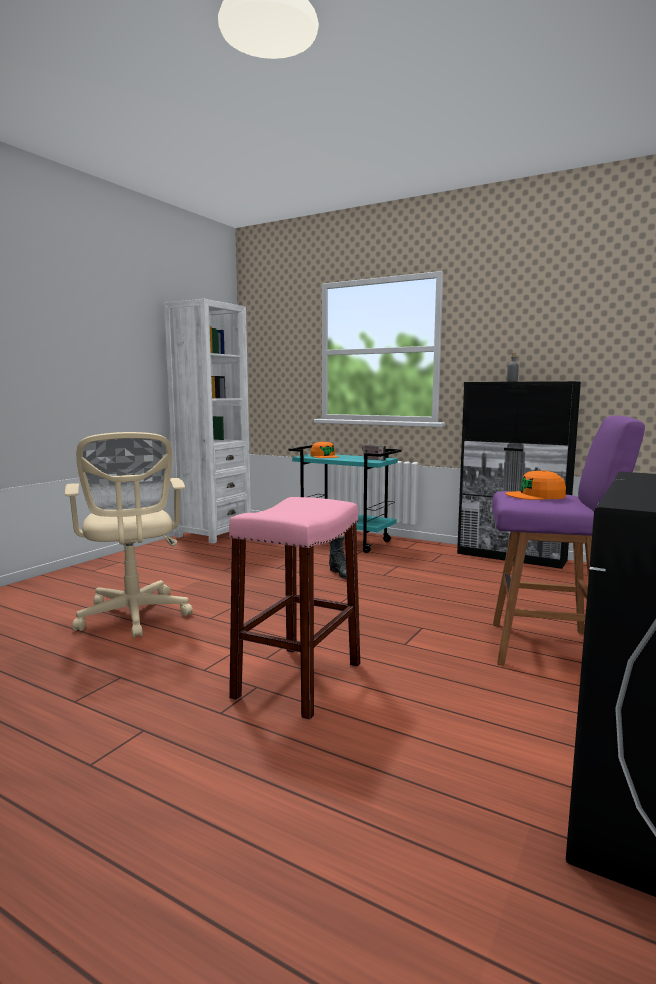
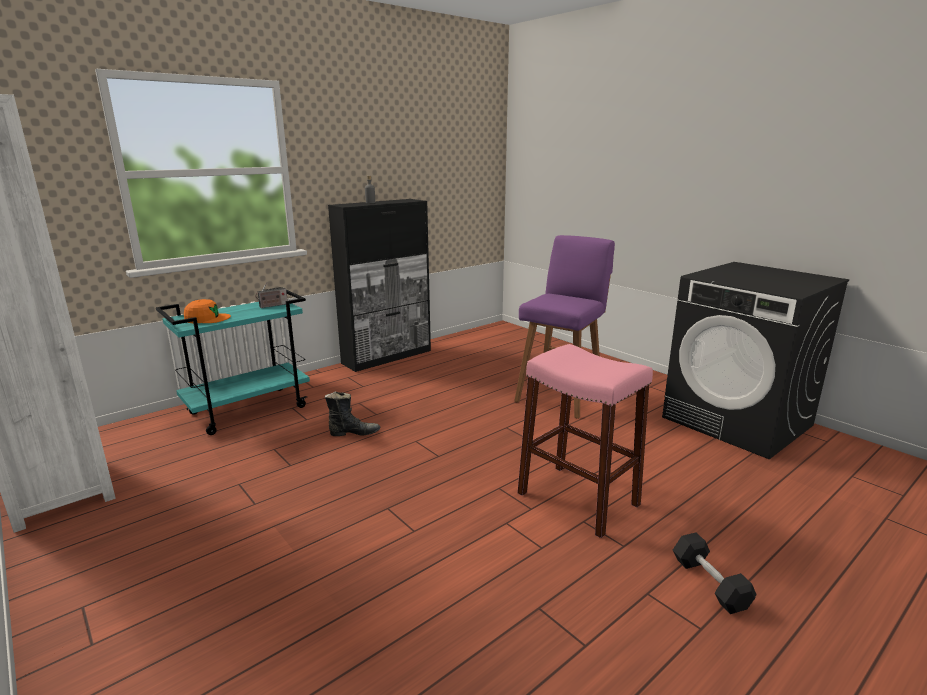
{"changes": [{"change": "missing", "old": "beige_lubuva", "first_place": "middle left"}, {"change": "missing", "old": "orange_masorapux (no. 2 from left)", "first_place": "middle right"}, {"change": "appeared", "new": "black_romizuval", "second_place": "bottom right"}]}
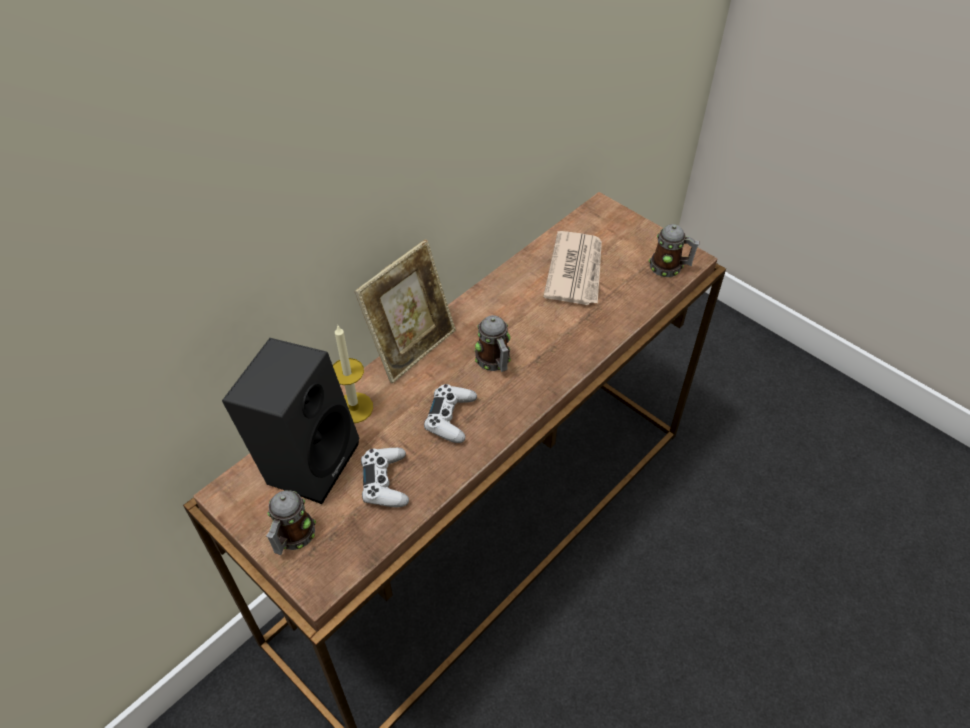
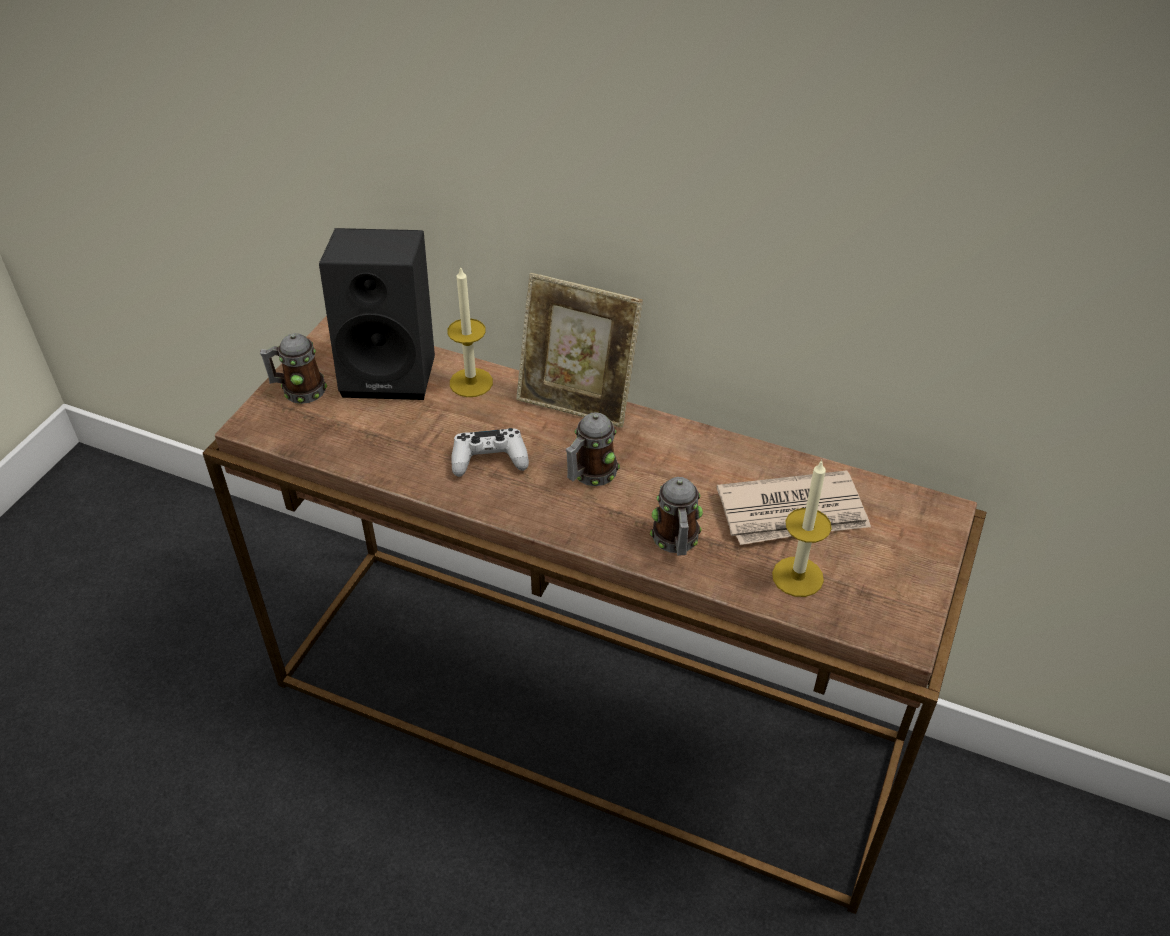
{"changes": [{"change": "relocated", "old": "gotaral (no. 3 from left)", "first_place": "middle right", "second_place": "centre"}, {"change": "missing", "old": "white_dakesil (no. 1 from left)", "first_place": "centre"}, {"change": "appeared", "new": "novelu (no. 2 from left)", "second_place": "middle right"}]}
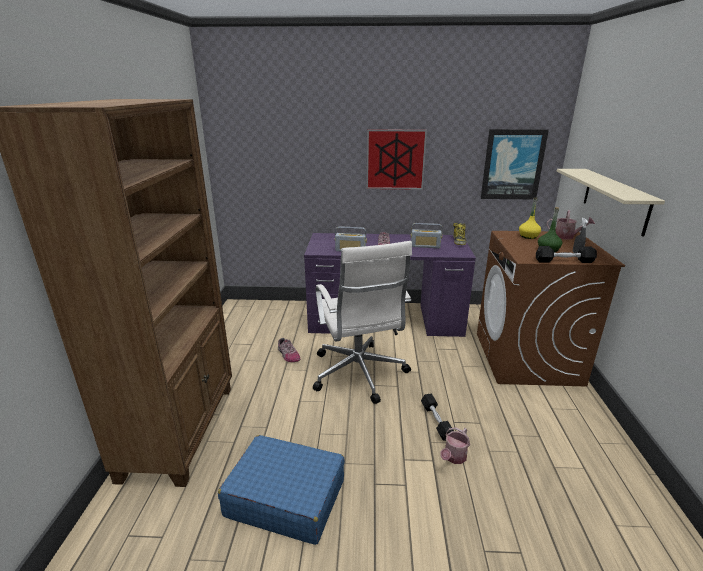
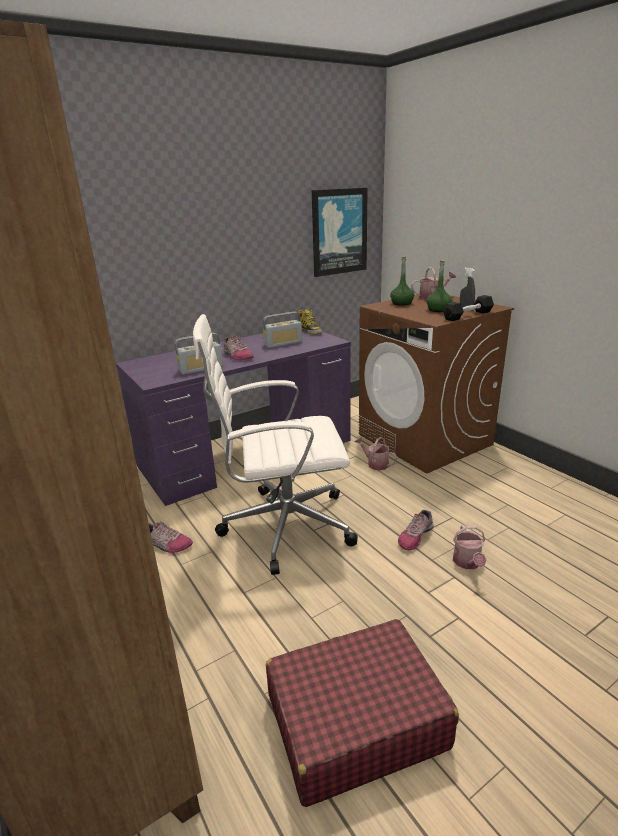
{"changes": [{"change": "missing", "old": "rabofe (no. 1 from left)", "first_place": "top centre"}, {"change": "missing", "old": "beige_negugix", "first_place": "middle right"}, {"change": "colour", "old": "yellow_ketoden", "new": "green_ketoden (no. 1 from left)", "first_place": "middle right", "second_place": "centre"}, {"change": "spun", "old": "white_lubuva", "first_place": "centre", "second_place": "centre", "degrees": 135}, {"change": "exchanged", "old": "black_romizuval (no. 1 from left)", "new": "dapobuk (no. 3 from left)", "first_place": "bottom centre", "second_place": "middle right"}, {"change": "colour", "old": "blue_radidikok", "new": "red_radidikok", "first_place": "bottom centre", "second_place": "bottom centre"}, {"change": "appeared", "new": "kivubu (no. 1 from left)", "second_place": "centre"}]}
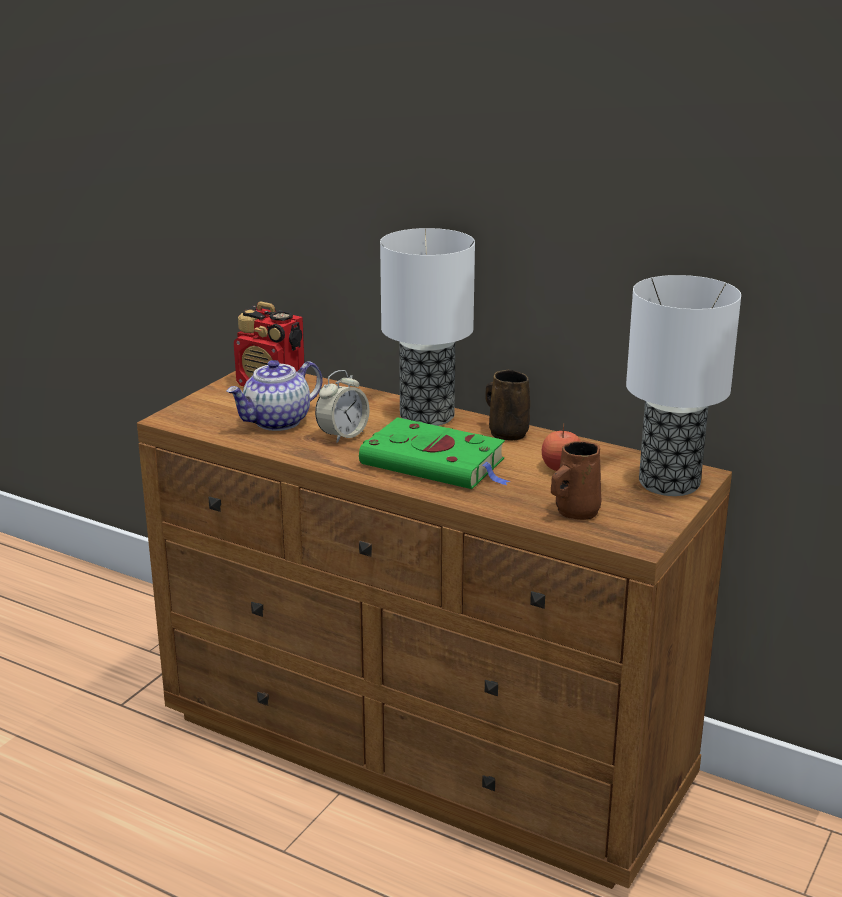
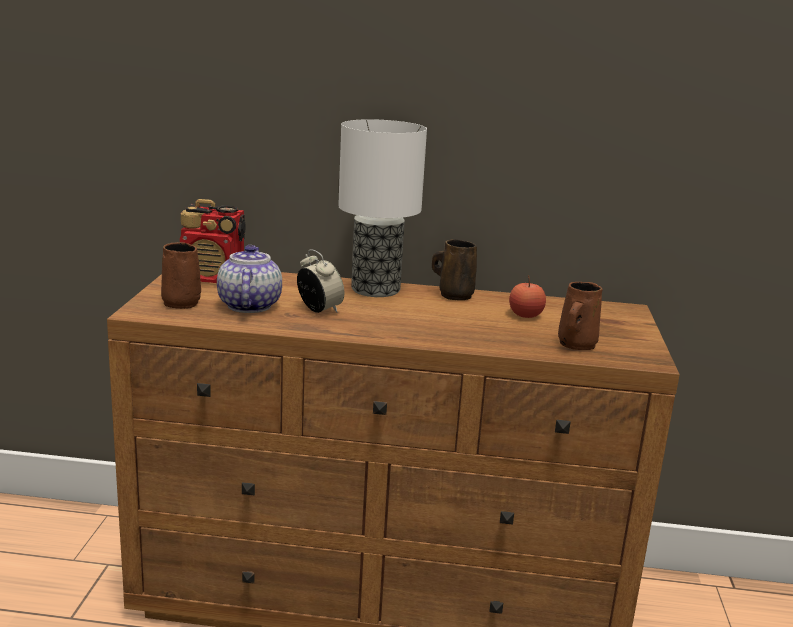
{"changes": [{"change": "missing", "old": "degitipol (no. 2 from left)", "first_place": "middle right"}, {"change": "spun", "old": "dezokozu", "first_place": "middle left", "second_place": "middle left", "degrees": 150}, {"change": "spun", "old": "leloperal", "first_place": "centre", "second_place": "centre", "degrees": -60}, {"change": "missing", "old": "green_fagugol", "first_place": "centre"}, {"change": "appeared", "new": "brown_gotaral (no. 1 from left)", "second_place": "middle left"}]}
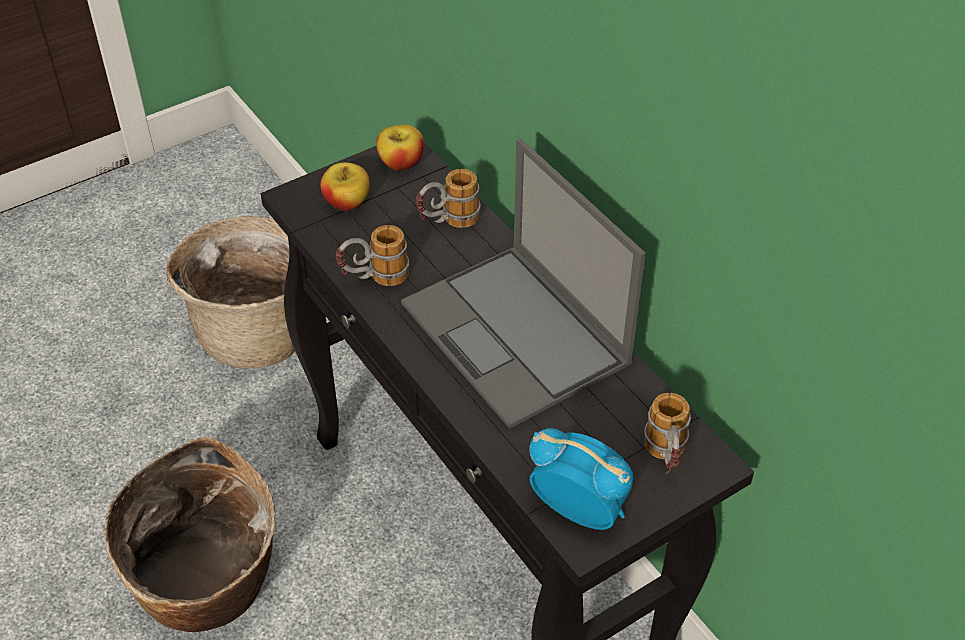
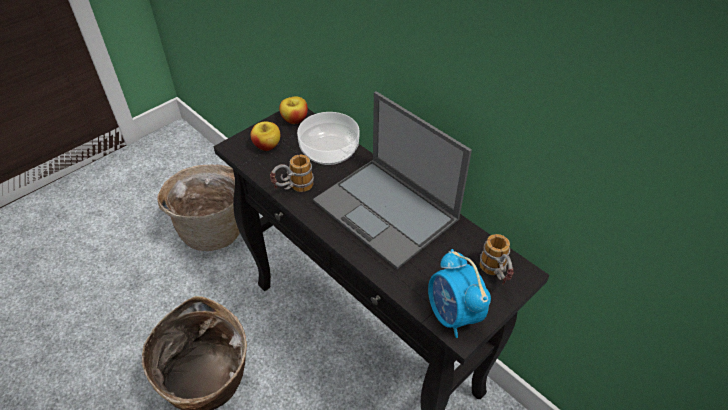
{"changes": [{"change": "exchanged", "old": "gotaral (no. 2 from left)", "new": "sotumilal", "first_place": "top centre", "second_place": "centre"}, {"change": "spun", "old": "leloperal", "first_place": "bottom centre", "second_place": "bottom centre", "degrees": -135}]}
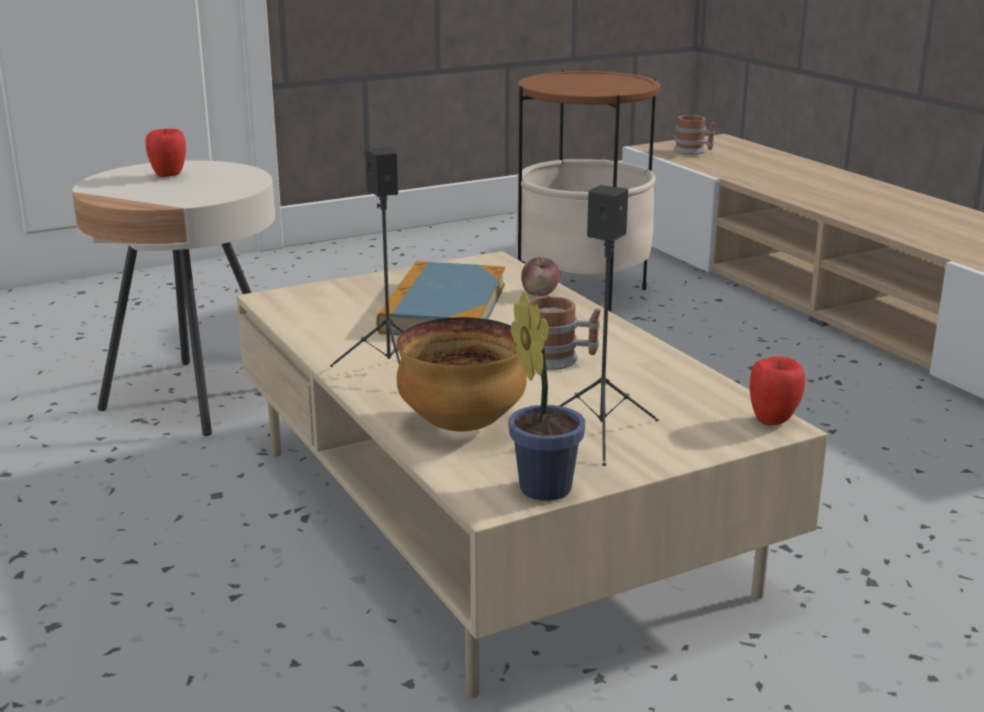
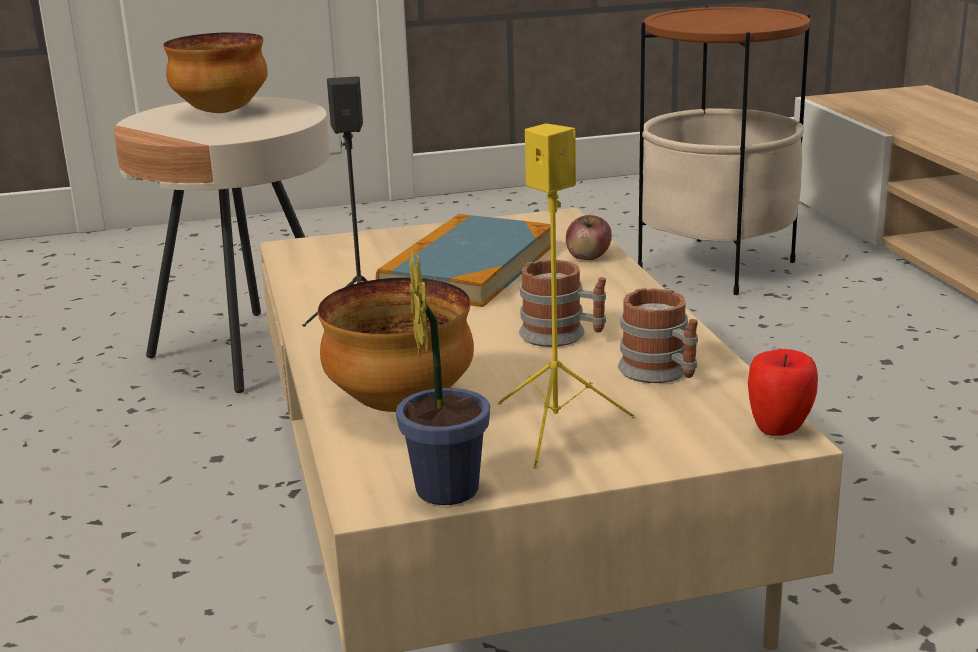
{"changes": [{"change": "relocated", "old": "gotaral (no. 2 from left)", "first_place": "top right", "second_place": "middle right"}, {"change": "exchanged", "old": "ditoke (no. 1 from left)", "new": "sotumilal (no. 1 from left)", "first_place": "top left", "second_place": "top left"}, {"change": "colour", "old": "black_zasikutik (no. 2 from left)", "new": "yellow_zasikutik", "first_place": "centre", "second_place": "centre"}]}
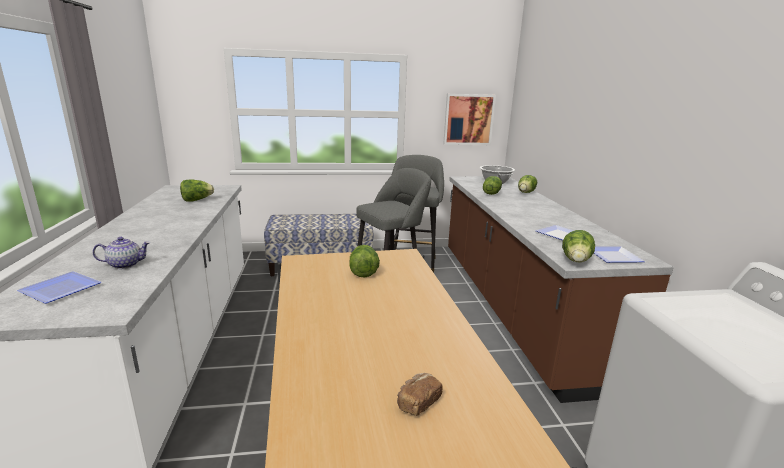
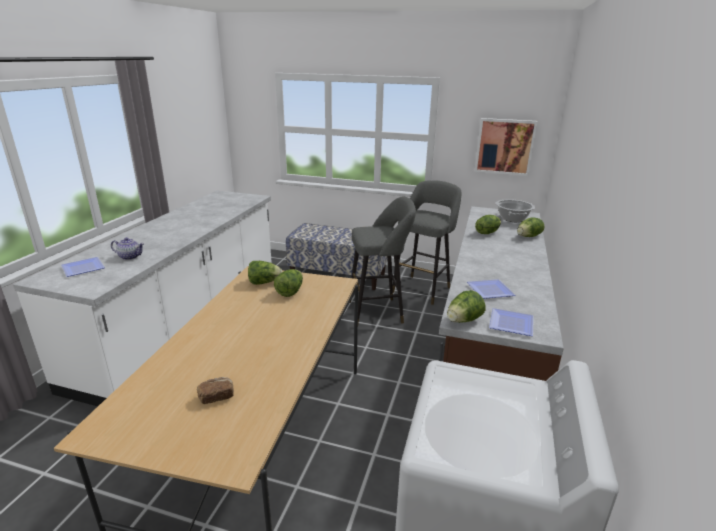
{"changes": [{"change": "relocated", "old": "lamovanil (no. 1 from left)", "first_place": "middle left", "second_place": "centre"}]}
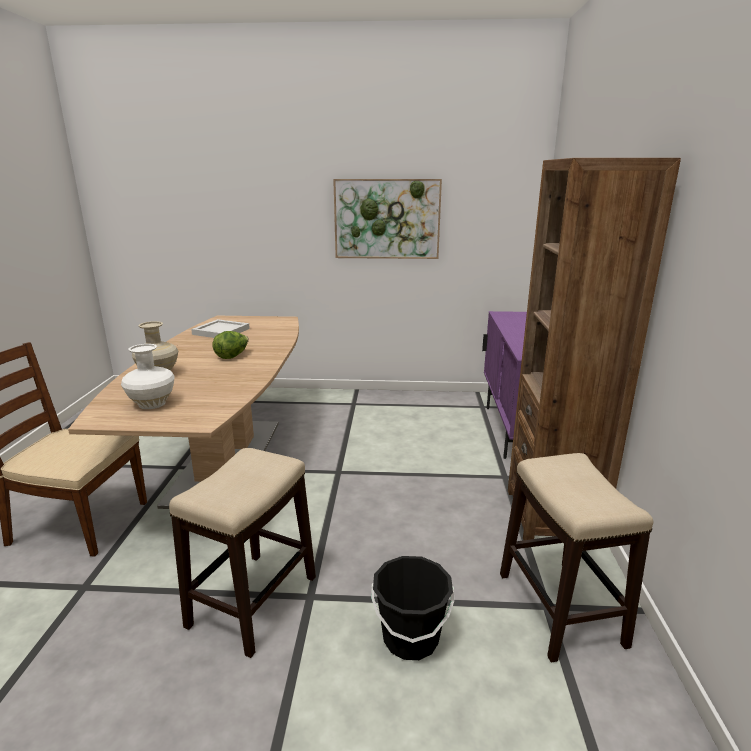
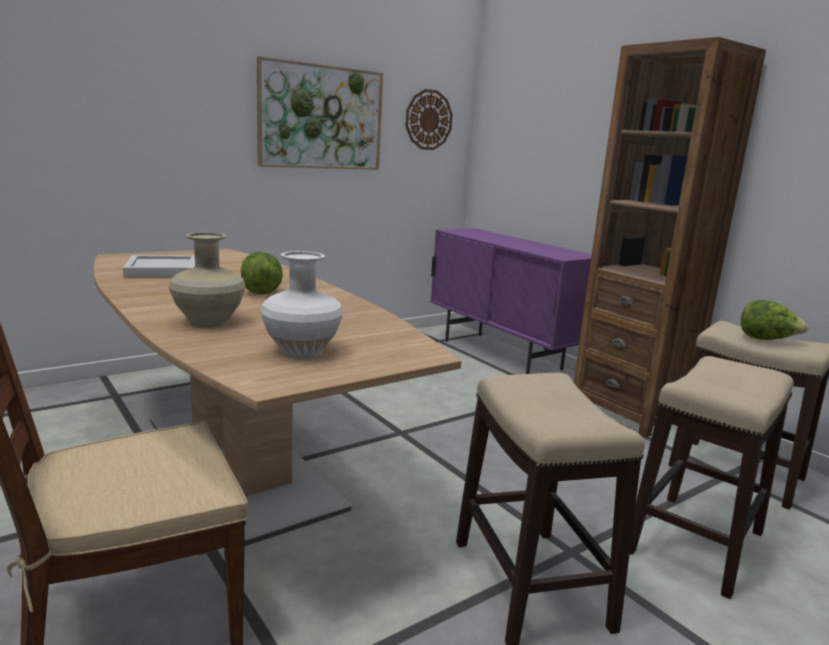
{"changes": [{"change": "exchanged", "old": "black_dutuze", "new": "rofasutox (no. 2 from left)", "first_place": "bottom centre", "second_place": "bottom right"}, {"change": "appeared", "new": "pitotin", "second_place": "top centre"}, {"change": "appeared", "new": "lamovanil (no. 2 from left)", "second_place": "middle right"}]}
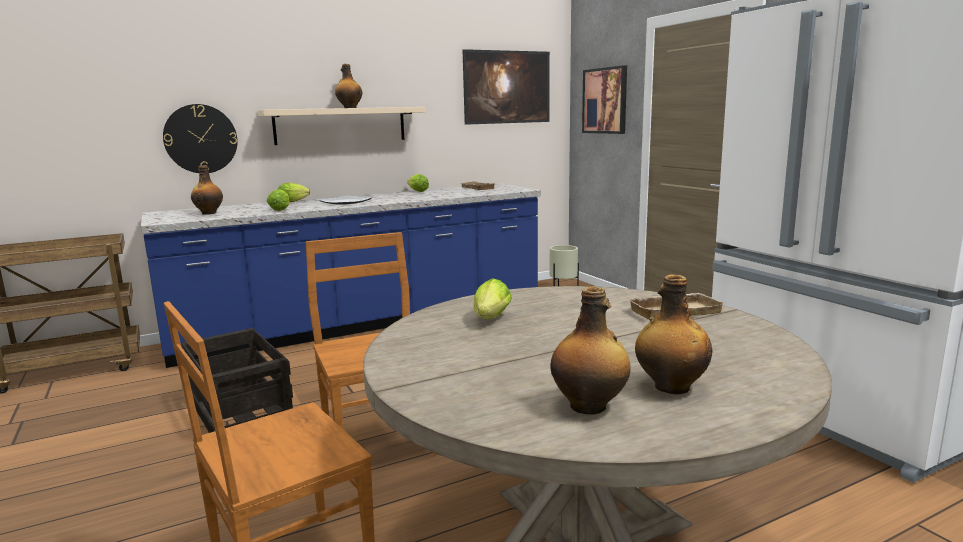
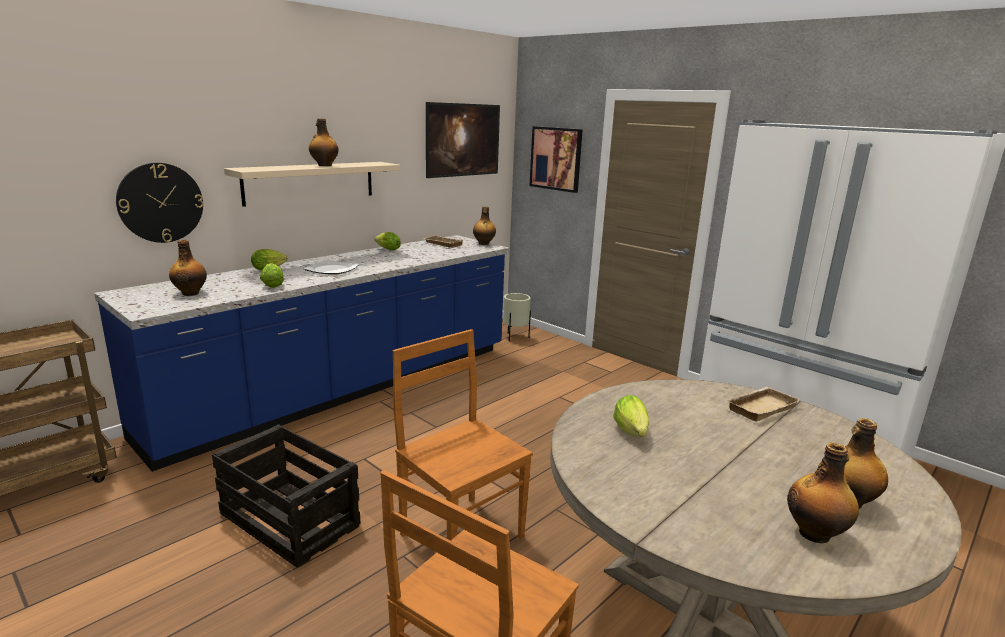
{"changes": [{"change": "appeared", "new": "ketoden (no. 3 from left)", "second_place": "centre"}]}
